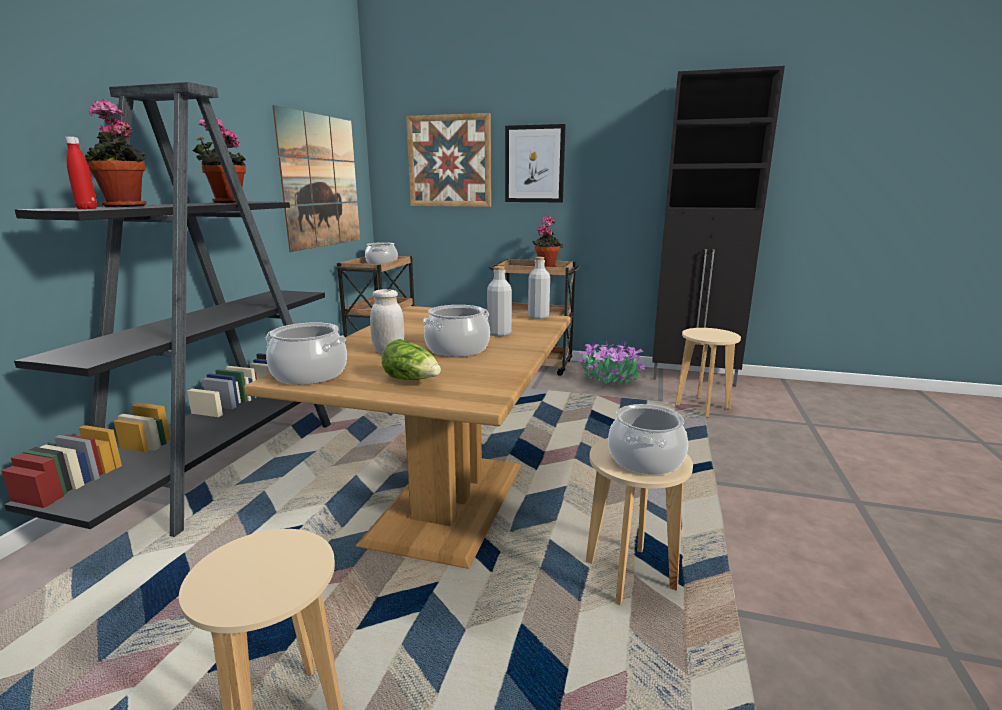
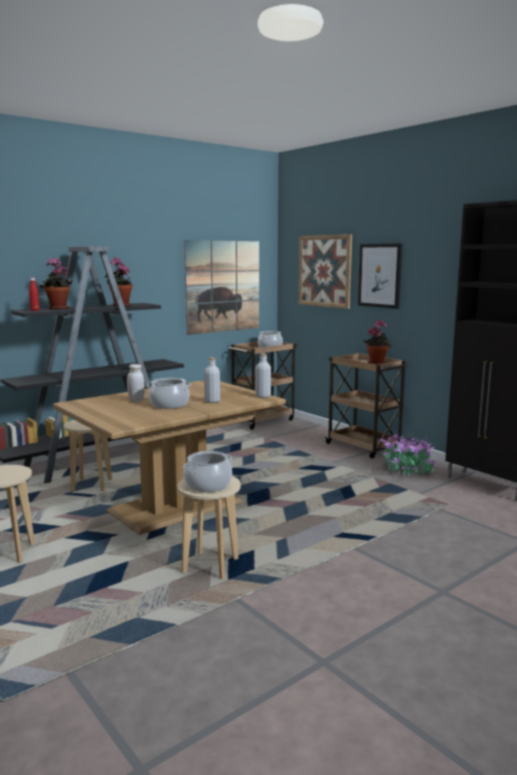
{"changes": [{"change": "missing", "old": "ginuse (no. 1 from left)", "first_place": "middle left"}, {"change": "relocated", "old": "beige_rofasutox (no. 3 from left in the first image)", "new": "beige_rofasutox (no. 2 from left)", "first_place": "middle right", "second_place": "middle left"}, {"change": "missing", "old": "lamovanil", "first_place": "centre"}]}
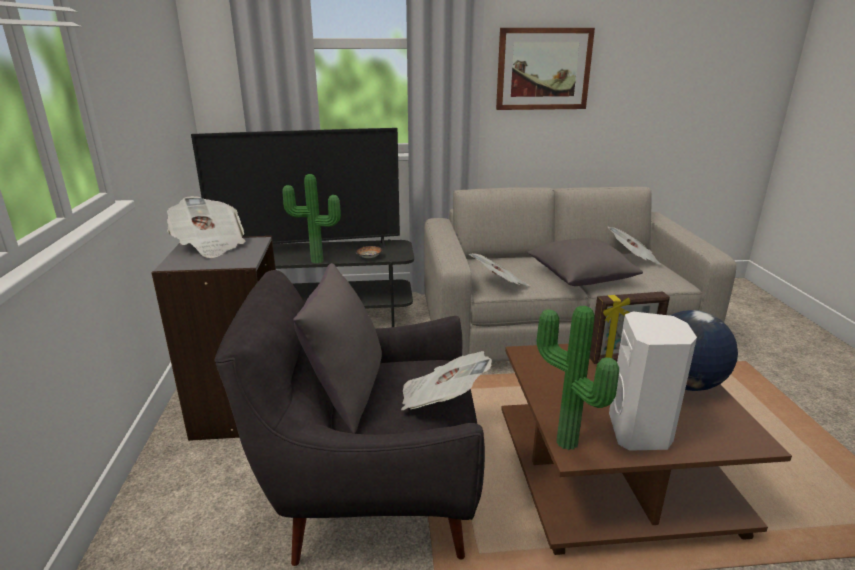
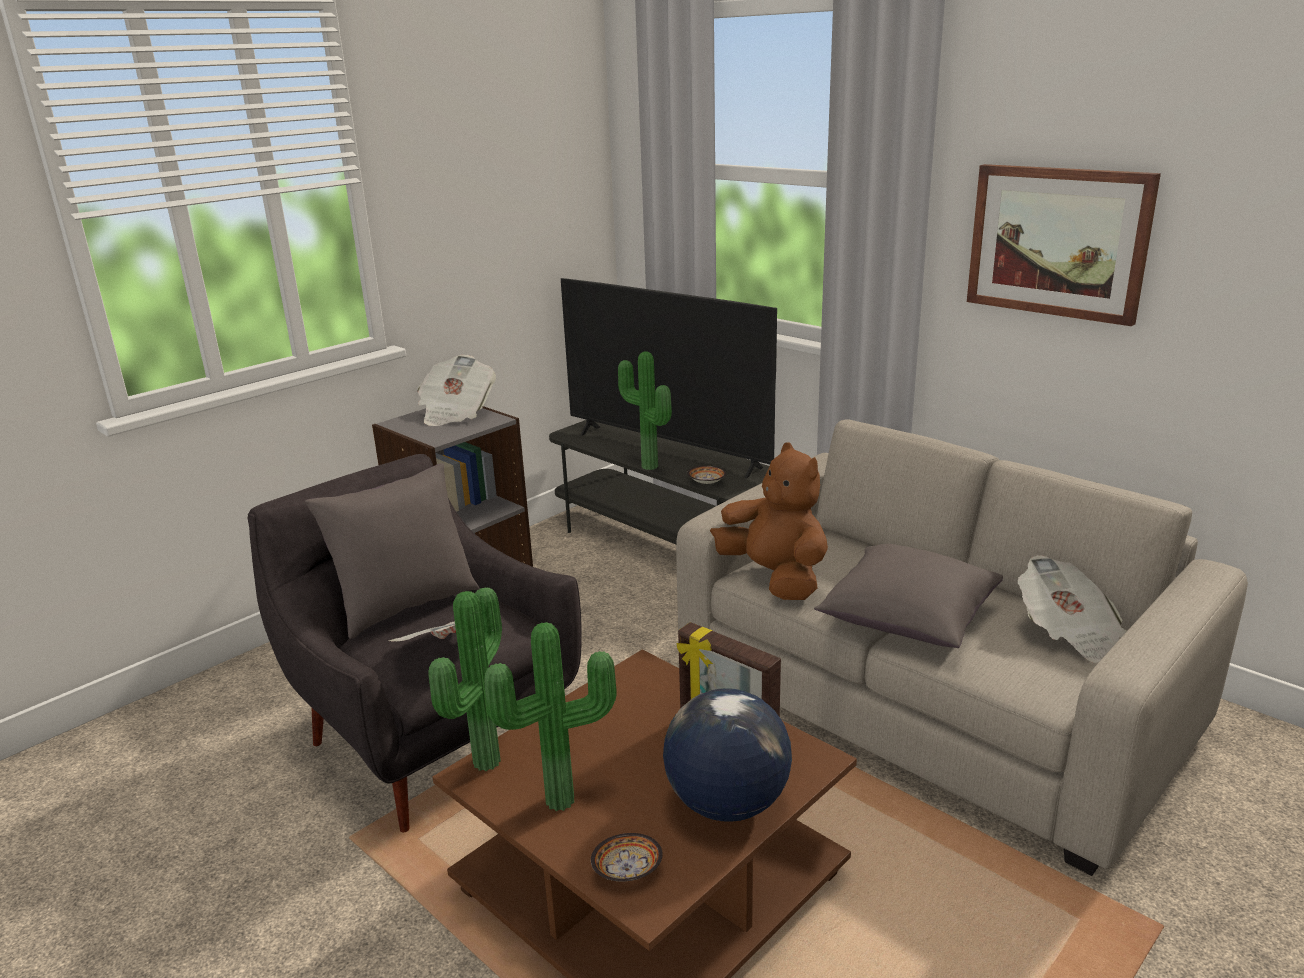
{"changes": [{"change": "exchanged", "old": "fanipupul (no. 3 from left)", "new": "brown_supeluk", "first_place": "centre", "second_place": "centre"}, {"change": "exchanged", "old": "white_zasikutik", "new": "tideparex (no. 2 from left)", "first_place": "bottom right", "second_place": "bottom centre"}, {"change": "appeared", "new": "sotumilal (no. 1 from left)", "second_place": "bottom centre"}]}
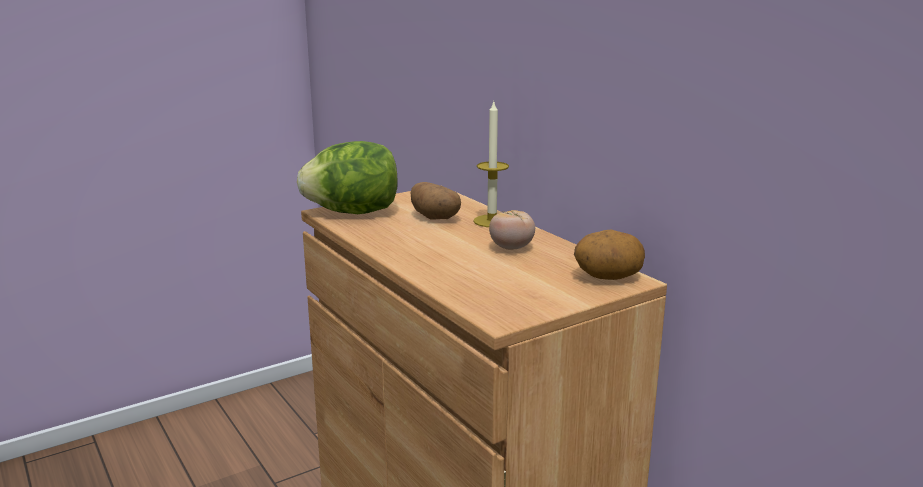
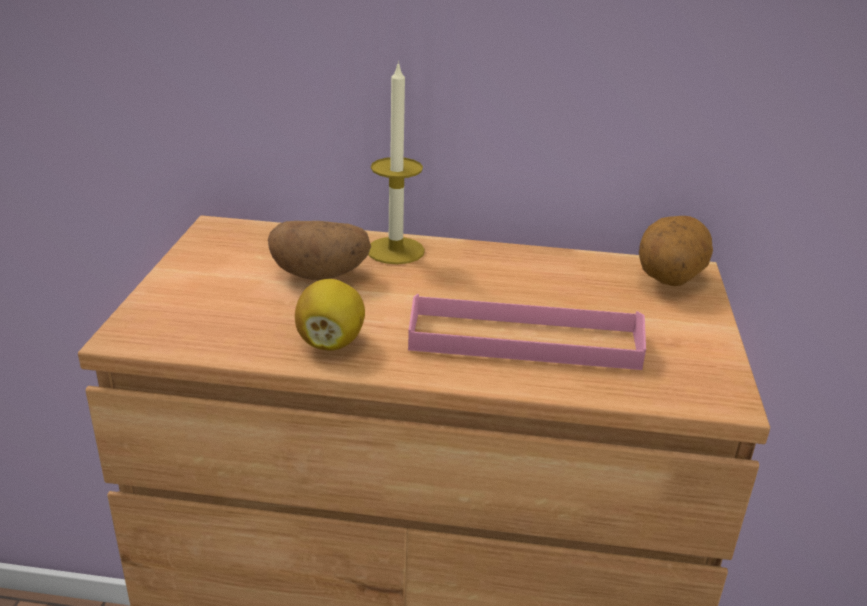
{"changes": [{"change": "missing", "old": "lamovanil", "first_place": "centre"}, {"change": "missing", "old": "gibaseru", "first_place": "centre"}, {"change": "appeared", "new": "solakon", "second_place": "centre"}, {"change": "appeared", "new": "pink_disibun", "second_place": "centre"}]}
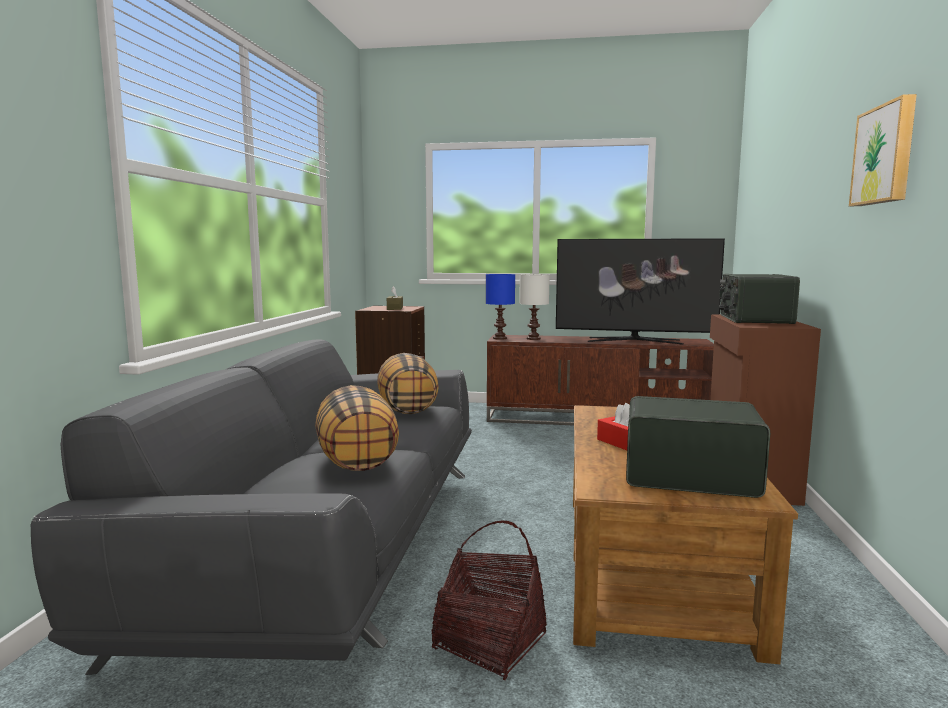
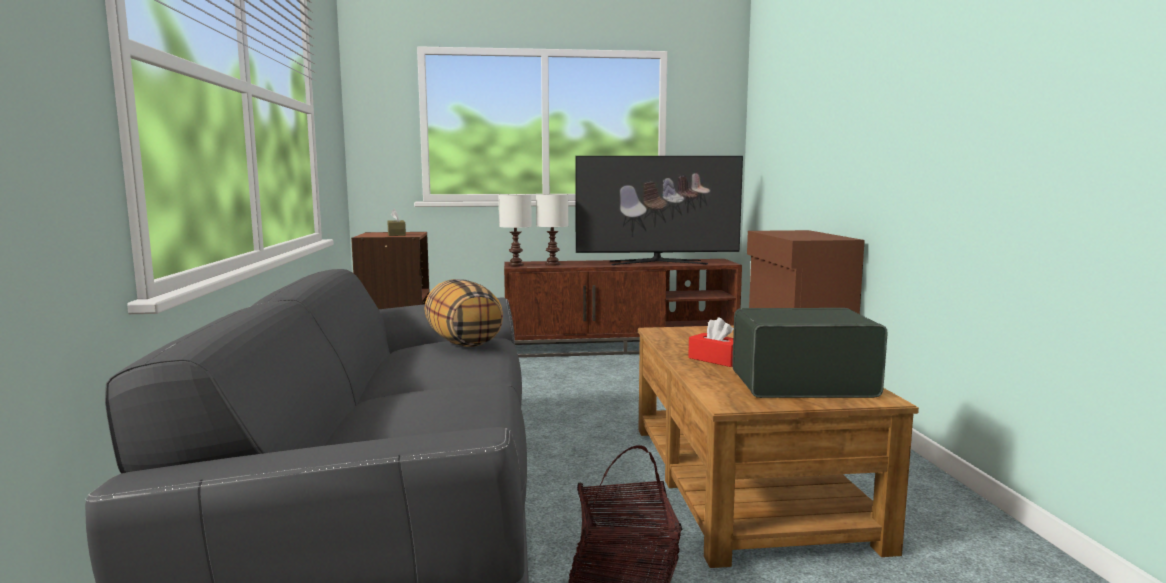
{"changes": [{"change": "missing", "old": "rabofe", "first_place": "top right"}, {"change": "colour", "old": "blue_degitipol", "new": "white_degitipol (no. 1 from left)", "first_place": "centre", "second_place": "centre"}, {"change": "missing", "old": "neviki (no. 2 from left)", "first_place": "middle right"}, {"change": "missing", "old": "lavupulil (no. 1 from left)", "first_place": "centre"}]}
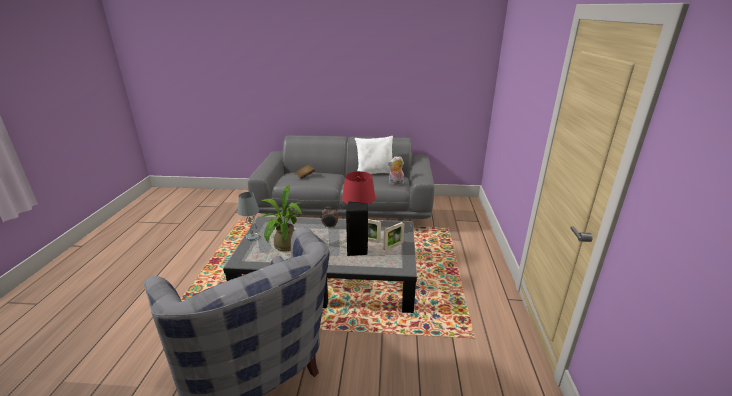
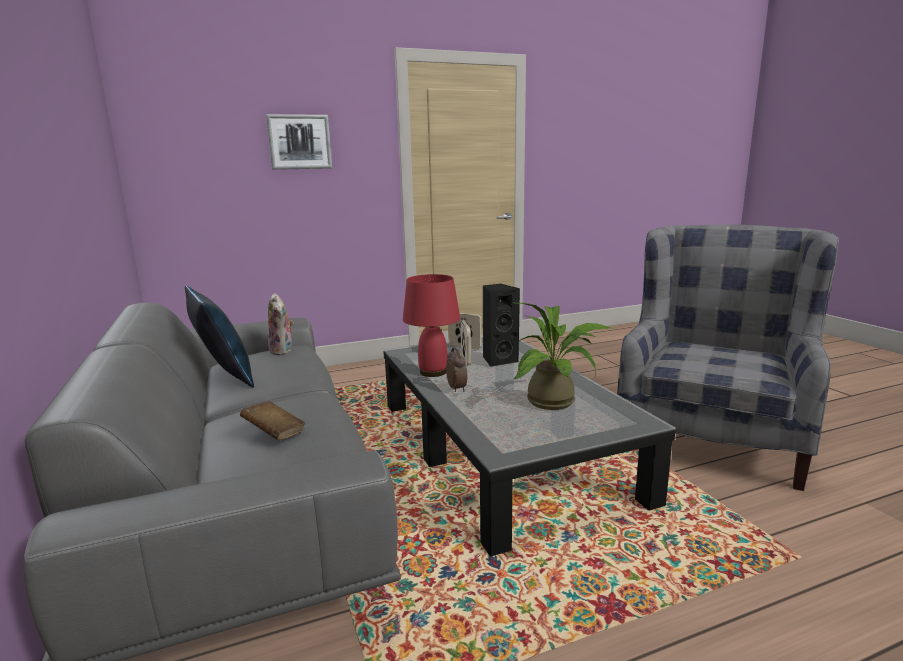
{"changes": [{"change": "colour", "old": "white_lavupulil", "new": "blue_lavupulil", "first_place": "centre", "second_place": "middle left"}, {"change": "missing", "old": "grey_degitipol", "first_place": "centre"}, {"change": "appeared", "new": "rabofe", "second_place": "top left"}]}
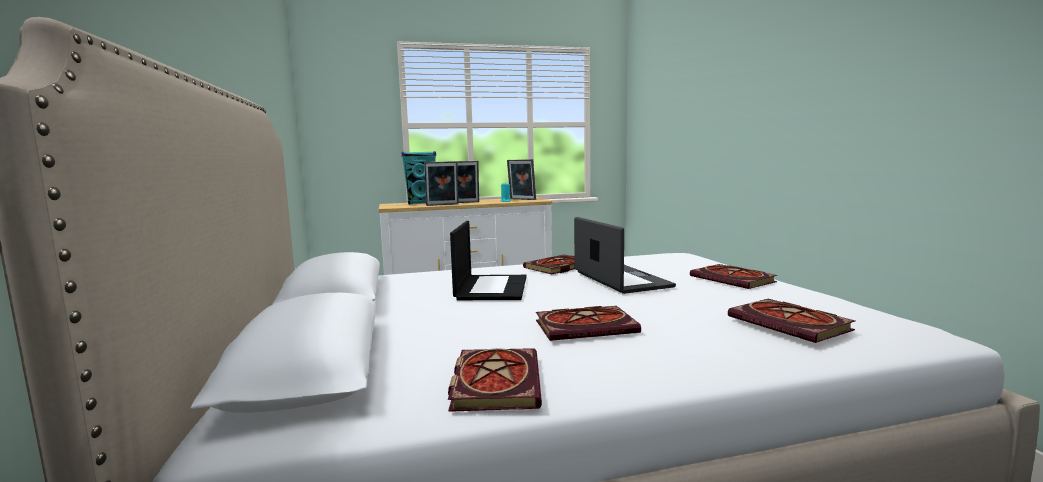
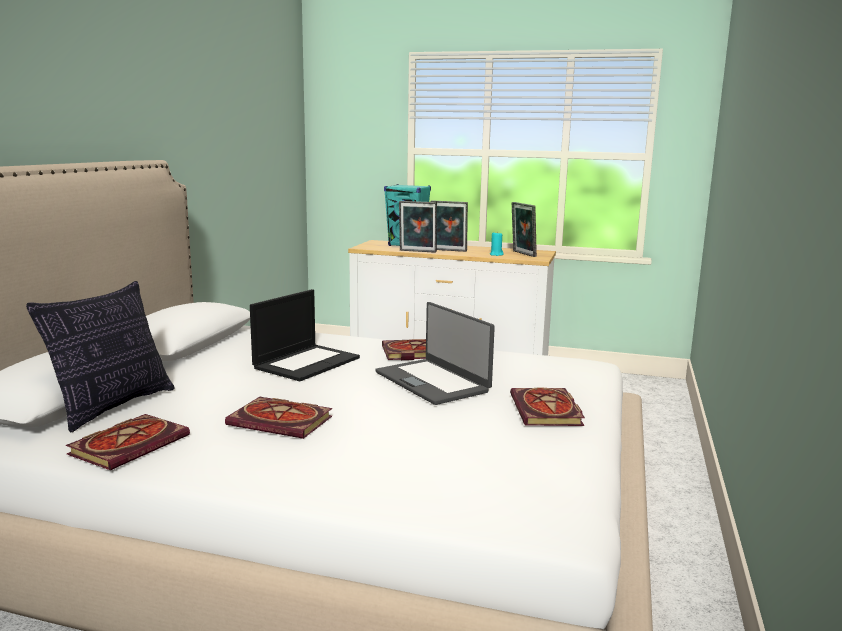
{"changes": [{"change": "spun", "old": "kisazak (no. 2 from left)", "first_place": "centre", "second_place": "centre", "degrees": 135}, {"change": "missing", "old": "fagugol (no. 5 from left)", "first_place": "middle right"}, {"change": "appeared", "new": "lavupulil", "second_place": "middle left"}]}
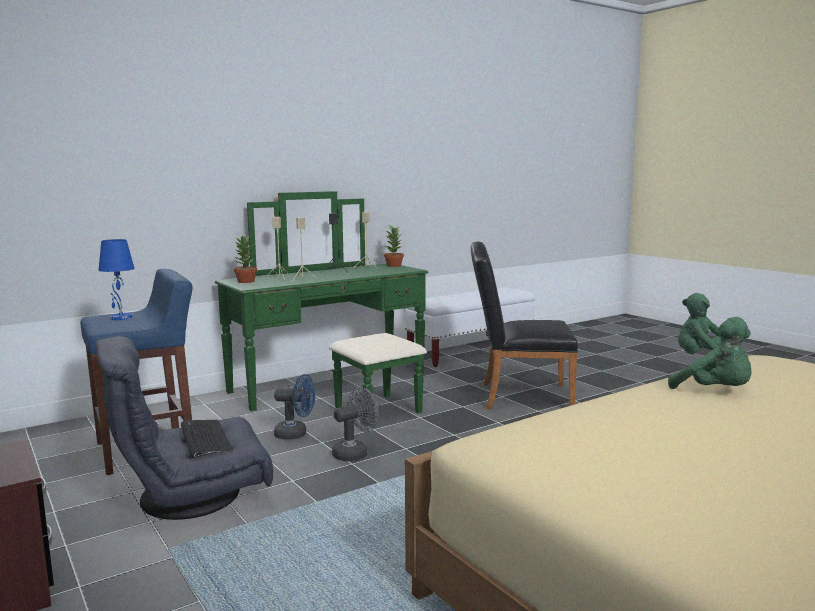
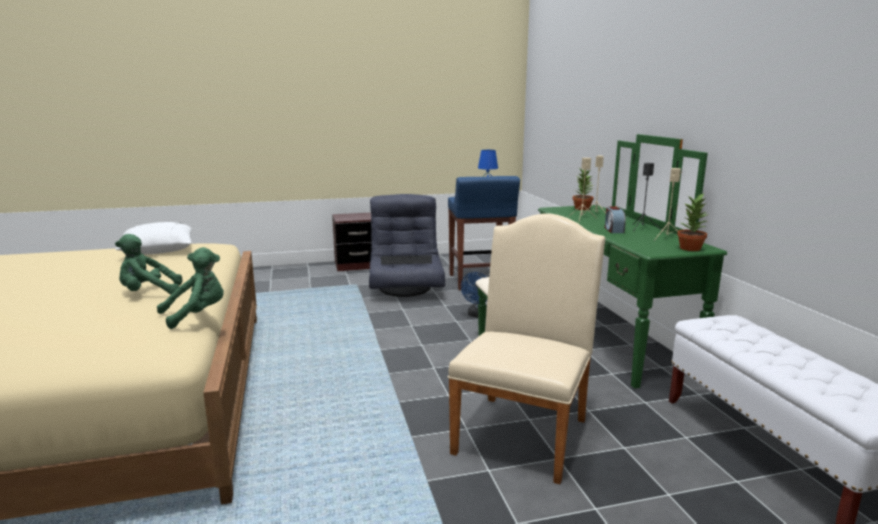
{"changes": [{"change": "colour", "old": "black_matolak", "new": "beige_matolak", "first_place": "centre", "second_place": "centre"}, {"change": "missing", "old": "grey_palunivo", "first_place": "bottom centre"}, {"change": "appeared", "new": "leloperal", "second_place": "middle right"}, {"change": "appeared", "new": "white_lavupulil", "second_place": "middle left"}]}
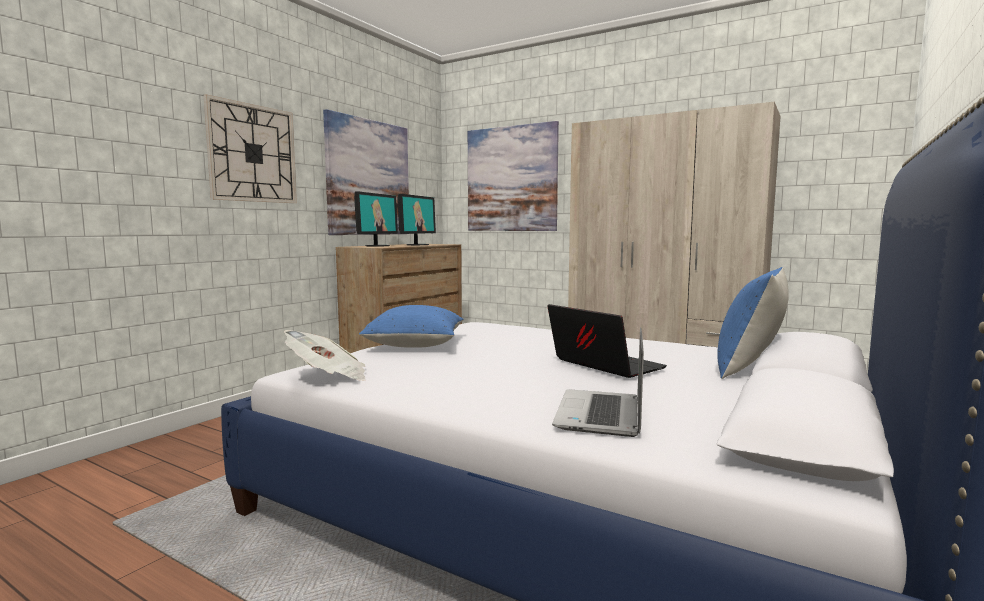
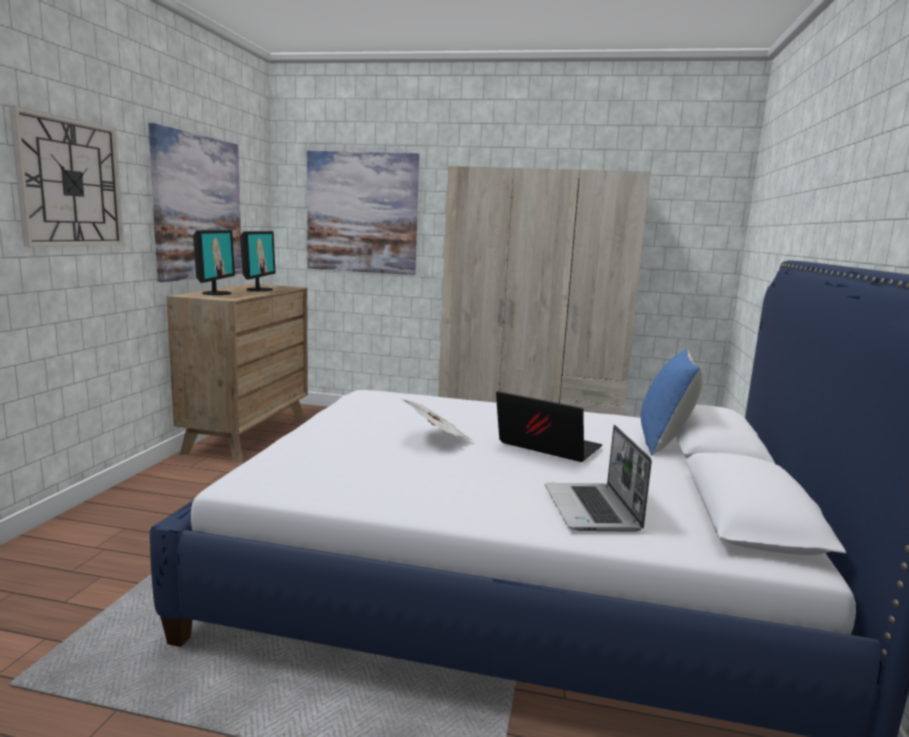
{"changes": [{"change": "missing", "old": "blue_lavupulil (no. 1 from left)", "first_place": "centre"}, {"change": "relocated", "old": "fanipupul", "first_place": "middle left", "second_place": "centre"}]}
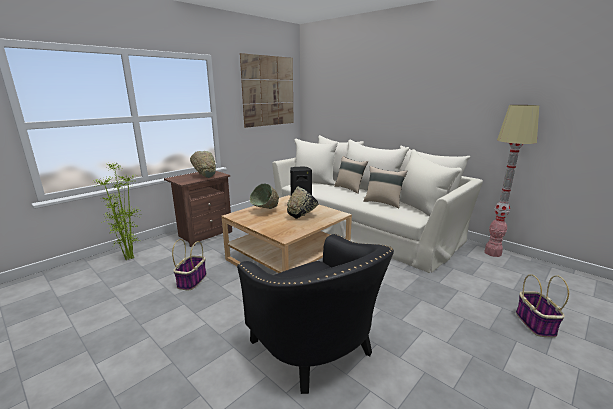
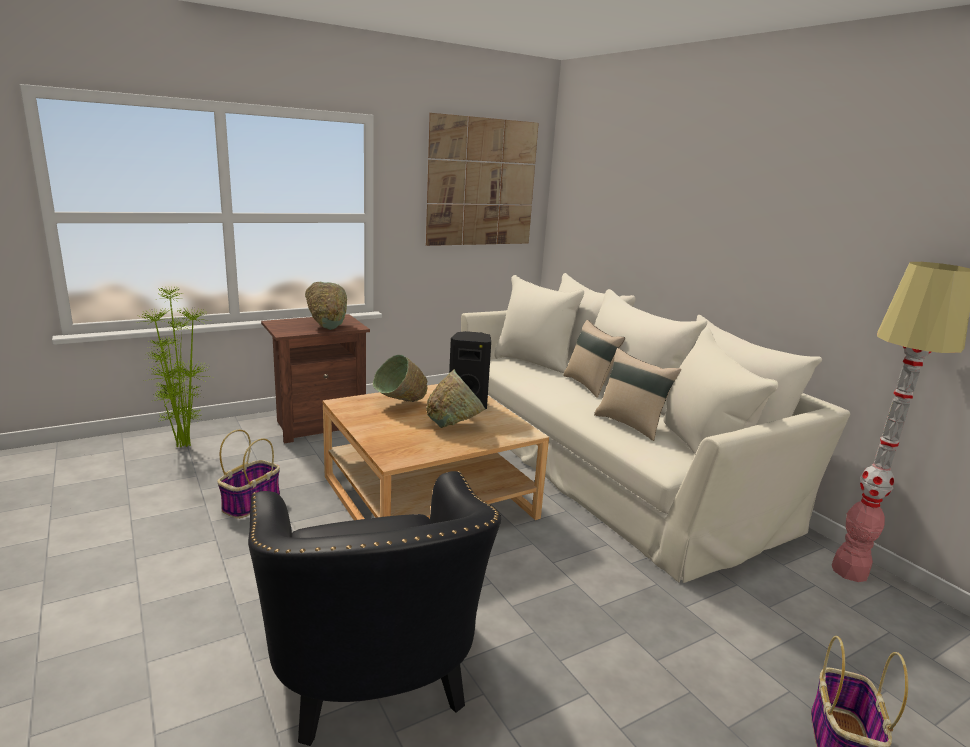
{"changes": [{"change": "colour", "old": "black_sotumilal", "new": "green_sotumilal (no. 3 from left)", "first_place": "centre", "second_place": "centre"}]}
